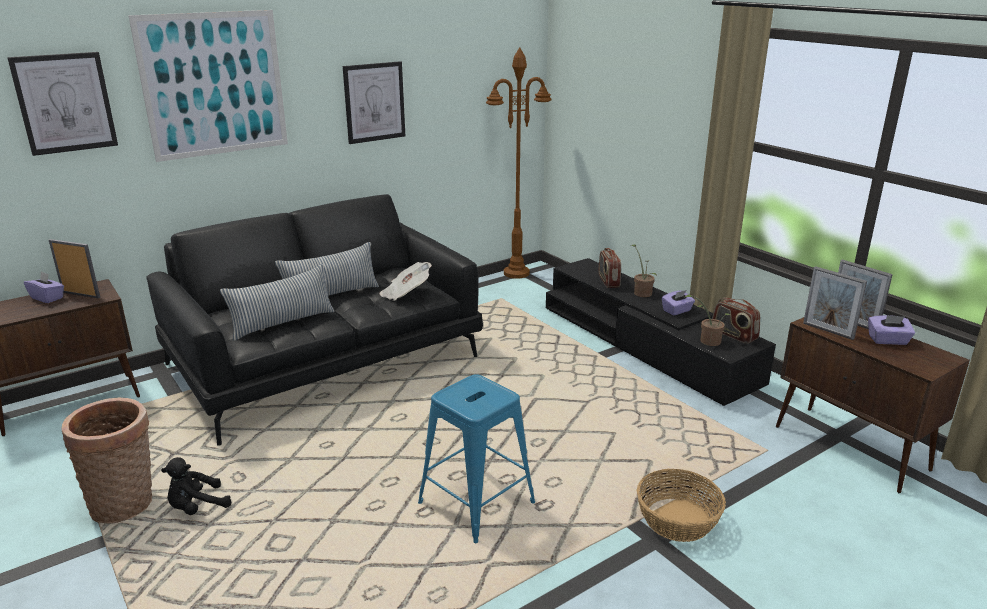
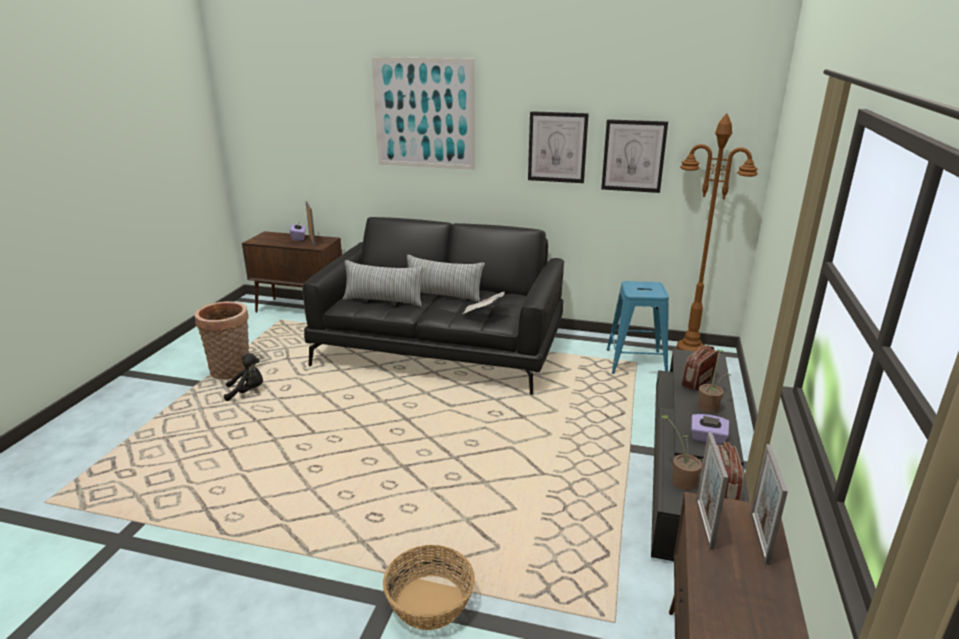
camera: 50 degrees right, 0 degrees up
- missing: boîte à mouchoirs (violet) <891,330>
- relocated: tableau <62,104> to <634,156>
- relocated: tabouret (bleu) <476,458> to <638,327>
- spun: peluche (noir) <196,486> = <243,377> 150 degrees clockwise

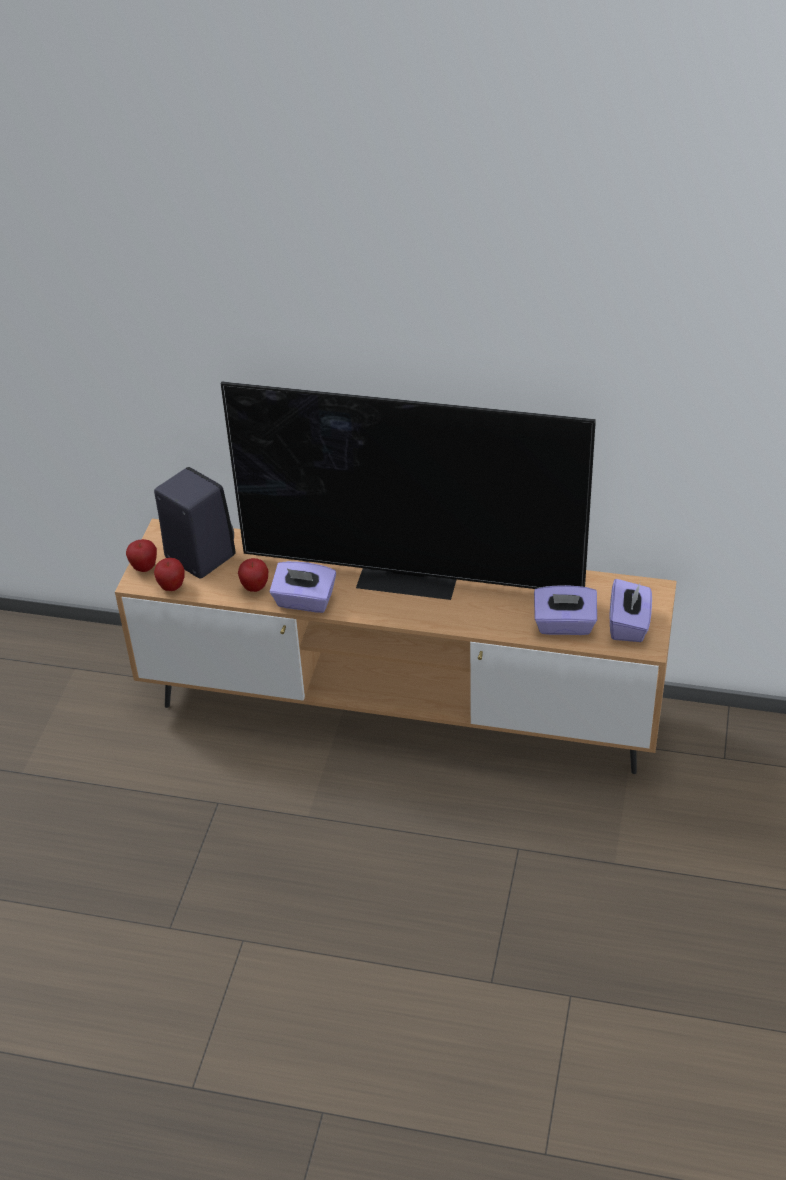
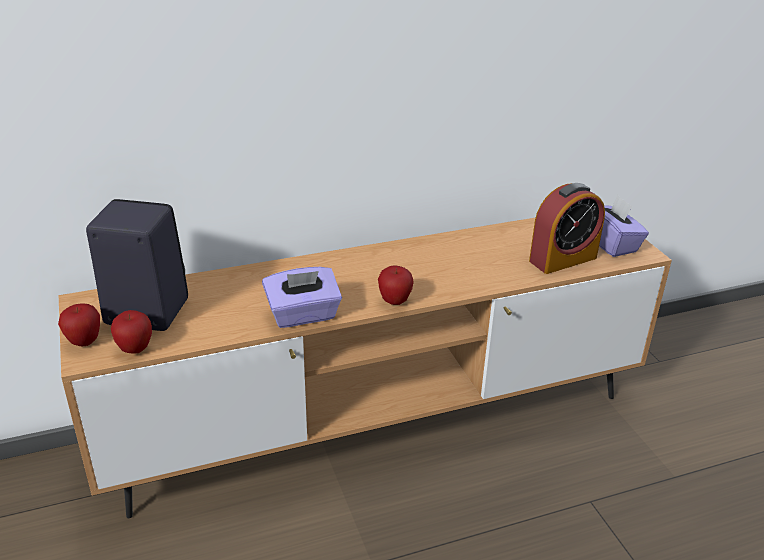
camera: 35 degrees left, 10 degrees down
- missing: téléviseur <408,490>
- relocated: pomme <253,575> to <396,285>
- exchanged: boîte à mouchoirs (violet) <565,610> to réveil <567,228>

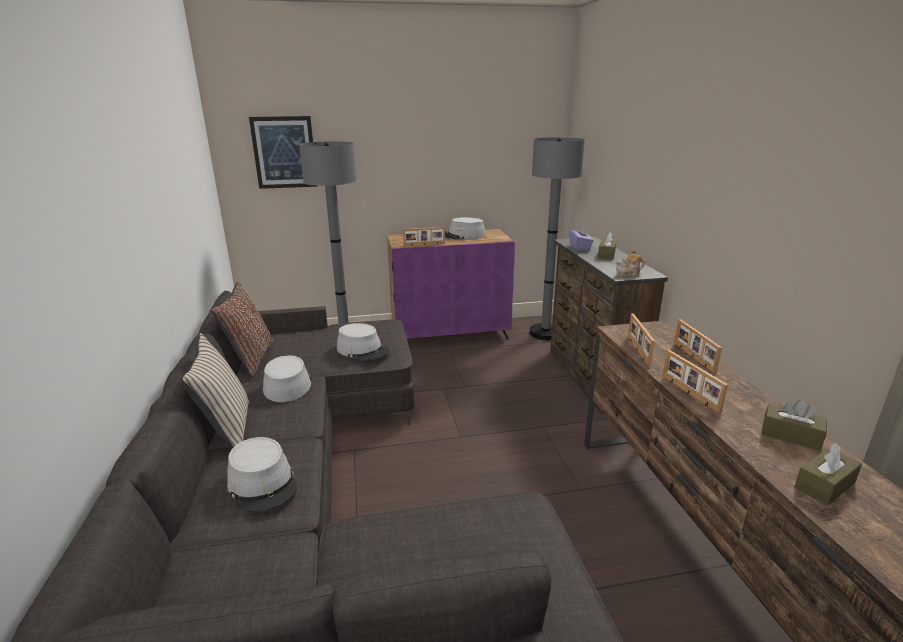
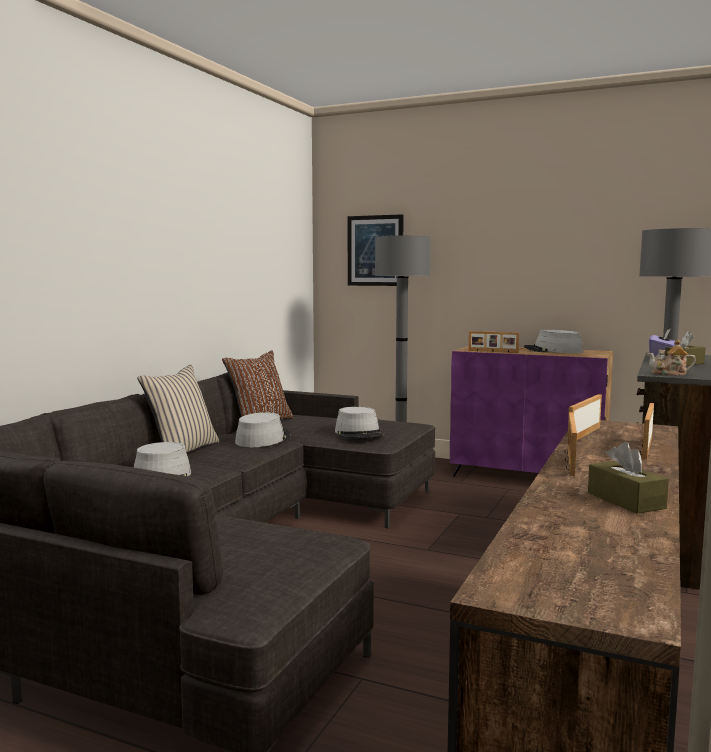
camera: 35 degrees right, 15 degrees down
- missing: boîte à mouchoirs (marron) <828,474>

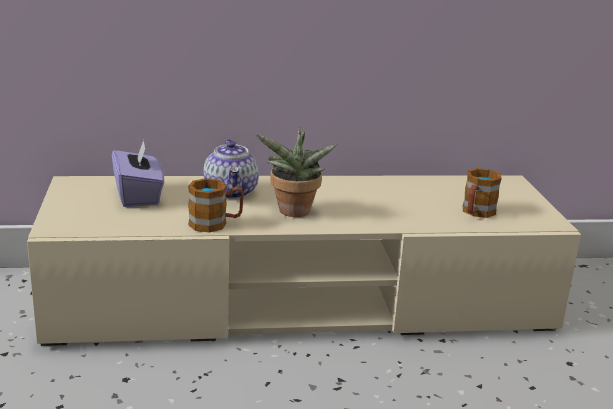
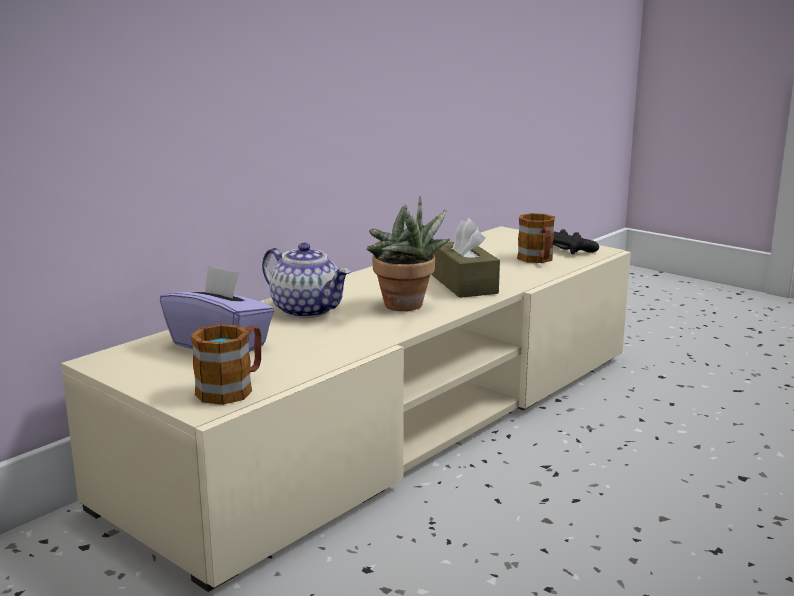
camera: 40 degrees left, 5 degrees down
- appeared: boîte à mouchoirs (marron) <466,258>
- appeared: manette (noir) <576,242>
- relocated: mug <216,205> to <226,364>

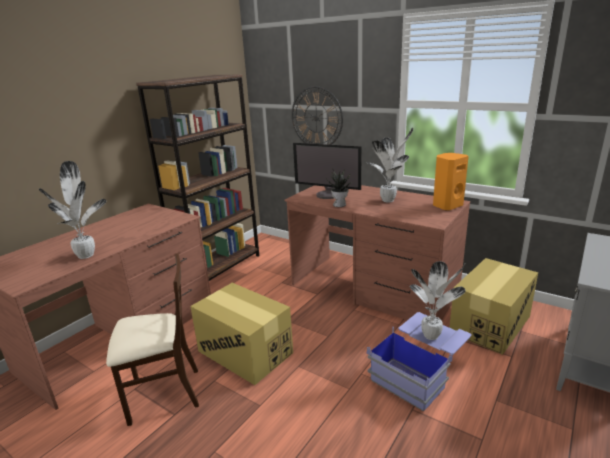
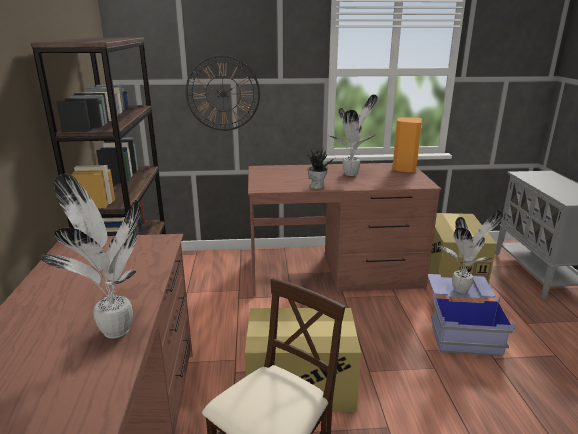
camera: 40 degrees left, 0 degrees up
- missing: écran d'ordinateur <327,171>

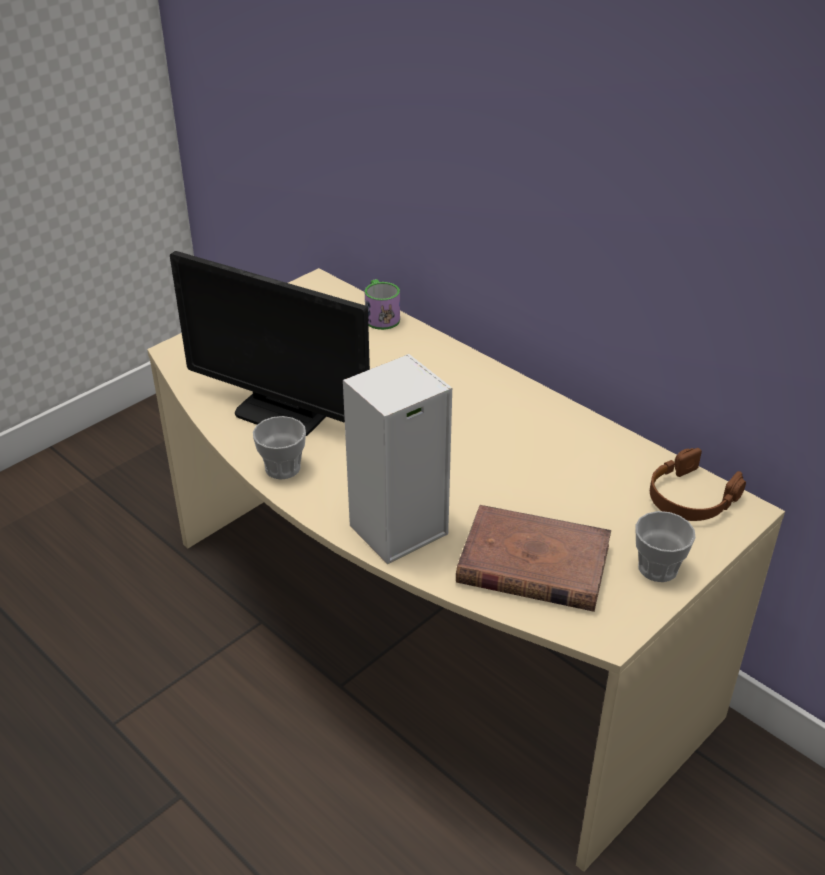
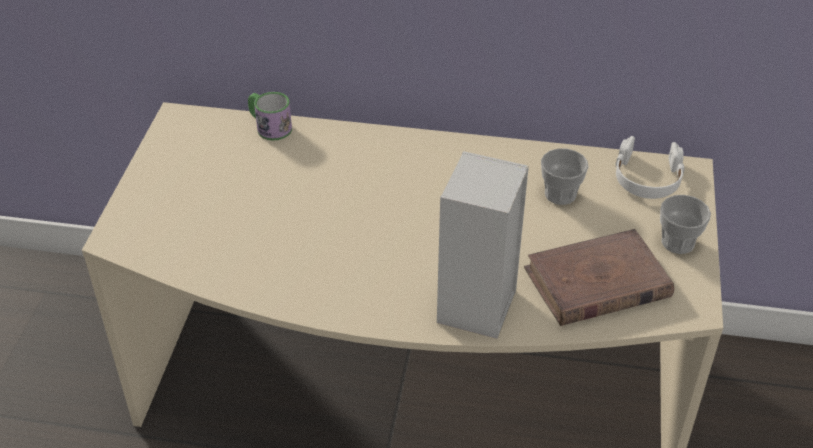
camera: 35 degrees left, 5 degrees up
- missing: écran d'ordinateur <270,343>
- relocated: tasse <279,448> to <565,177>
- colour: casque audio (marron) <698,484> to casque audio (blanc) <650,167>

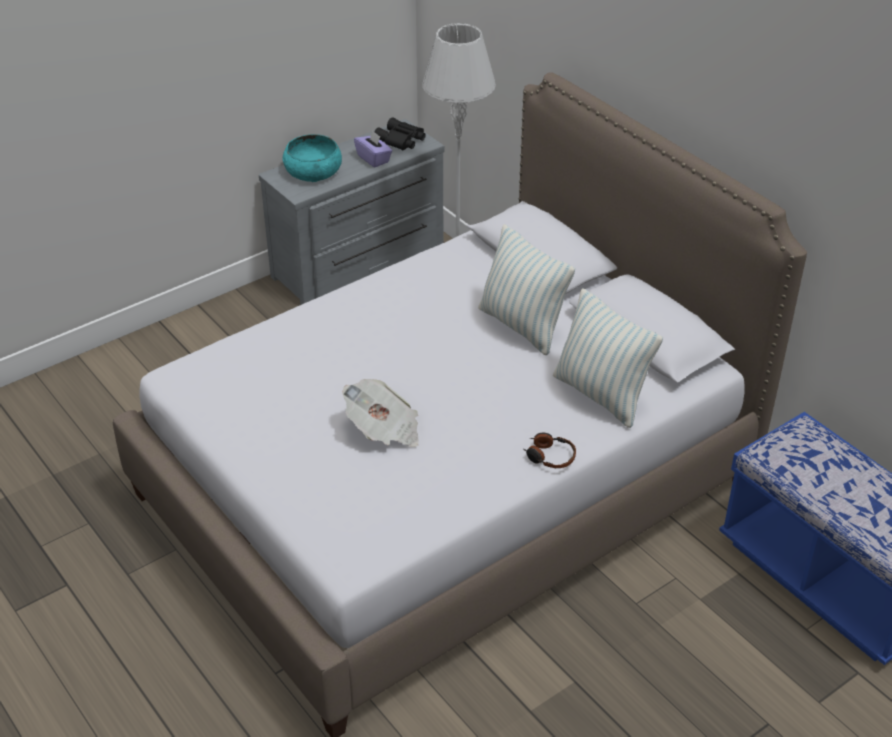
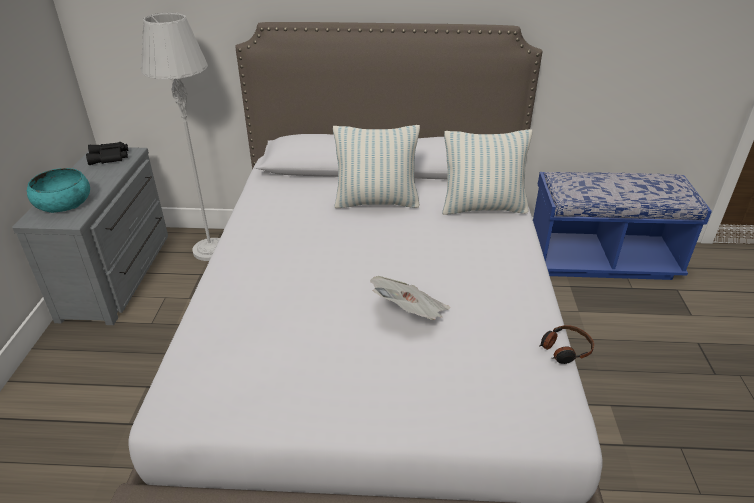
camera: 50 degrees left, 5 degrees down
- missing: boîte à mouchoirs (violet) <373,148>
- relocated: casque audio <550,450> to <566,344>

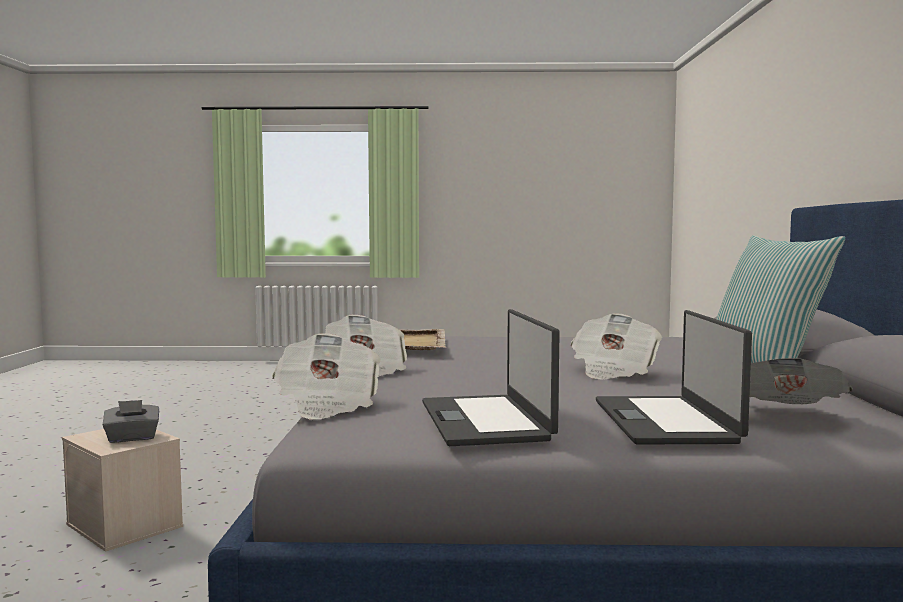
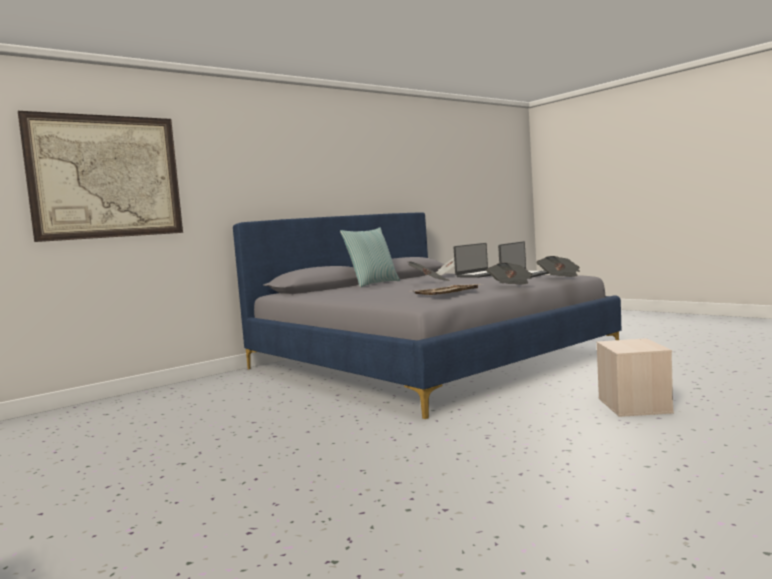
camera: 130 degrees left, 0 degrees up
- missing: boîte à mouchoirs (gris) <131,421>
- appeared: tableau <100,176>

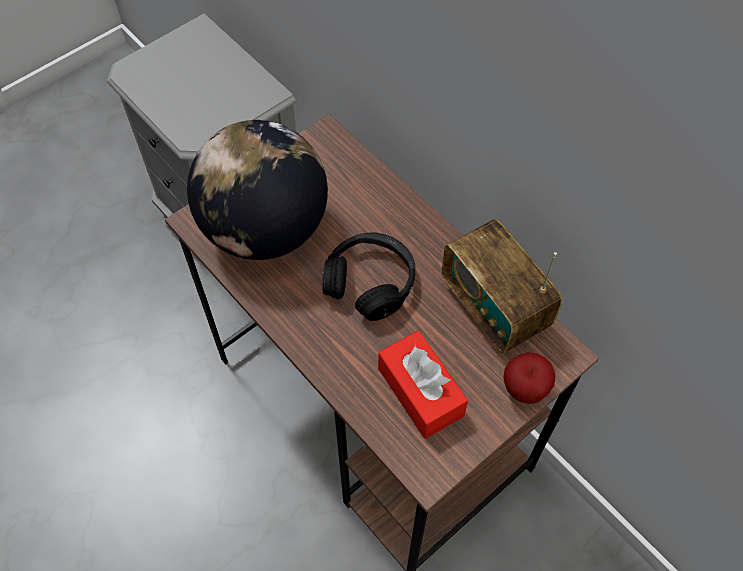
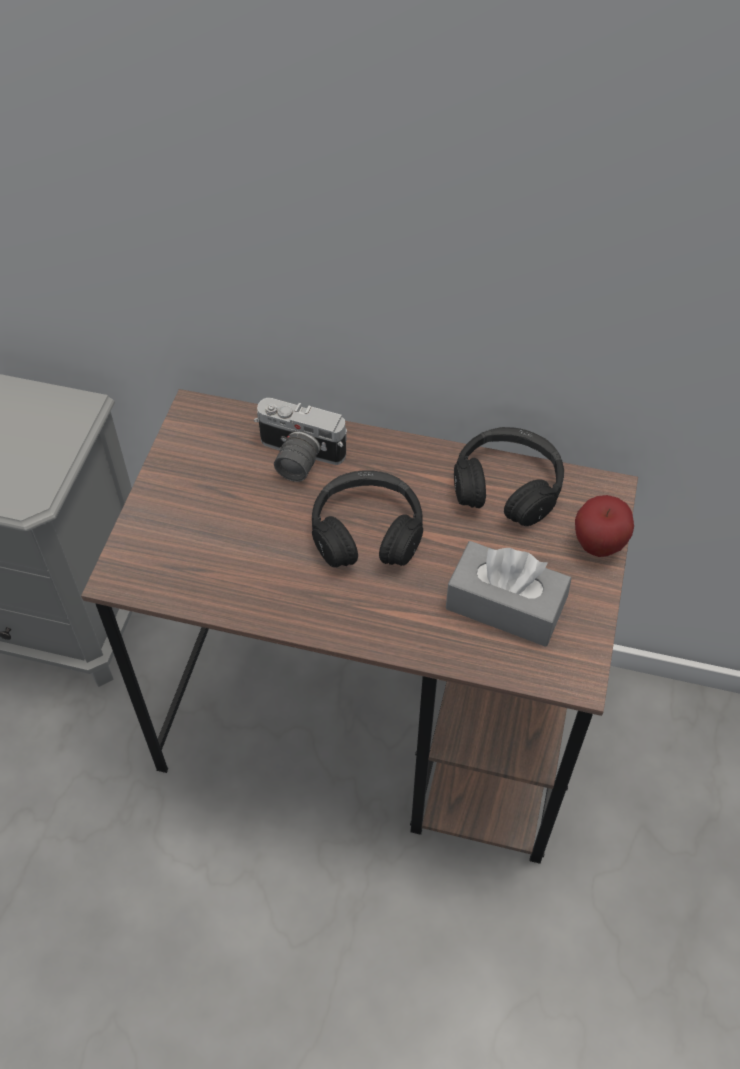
camera: 35 degrees left, 5 degrees down
- missing: globe <257,190>
- appeared: appareil photo <300,440>
- exchanged: radio <502,286> to casque audio (noir) <509,476>
- colour: boîte à mouchoirs (rouge) <423,385> to boîte à mouchoirs (gris) <509,594>

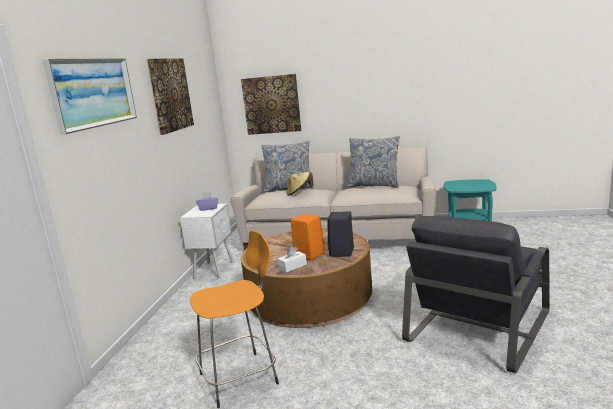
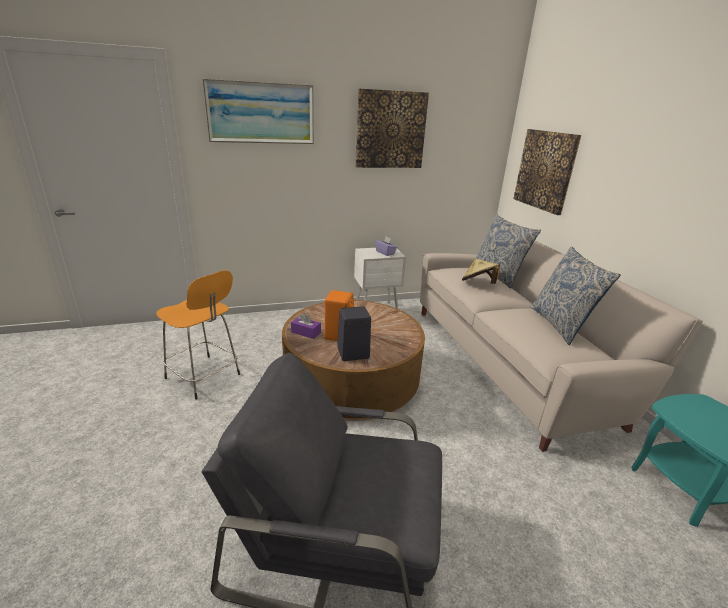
camera: 60 degrees right, 10 degrees up
- colour: boîte à mouchoirs (blanc) <292,259> to boîte à mouchoirs (violet) <306,326>

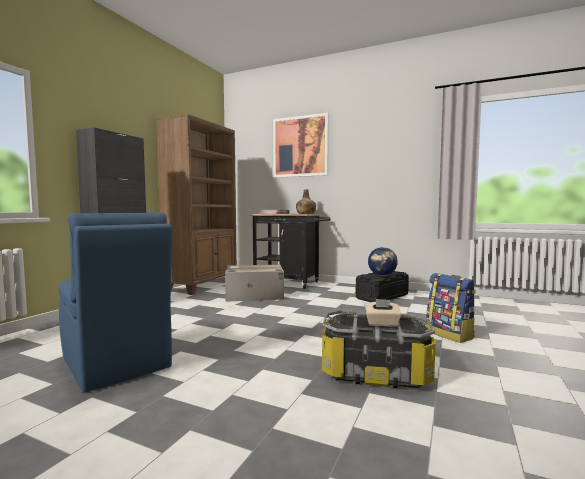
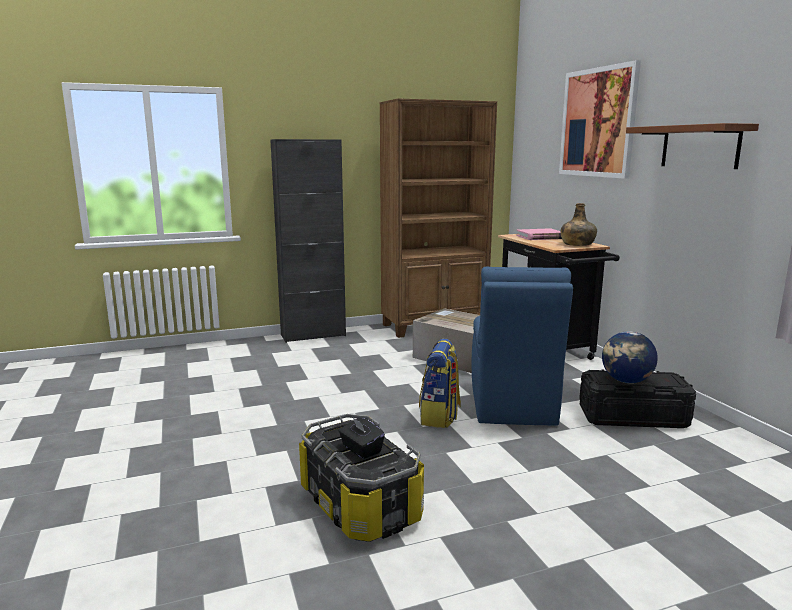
camera: 45 degrees right, 10 degrees up
- appeared: étagère (marron) <692,146>
- relocated: chaise (bleu) <115,302> to <522,346>
- relocated: sac à dos <451,308> to <440,383>
- colour: boîte à mouchoirs (beige) <383,313> to boîte à mouchoirs (noir) <362,437>

